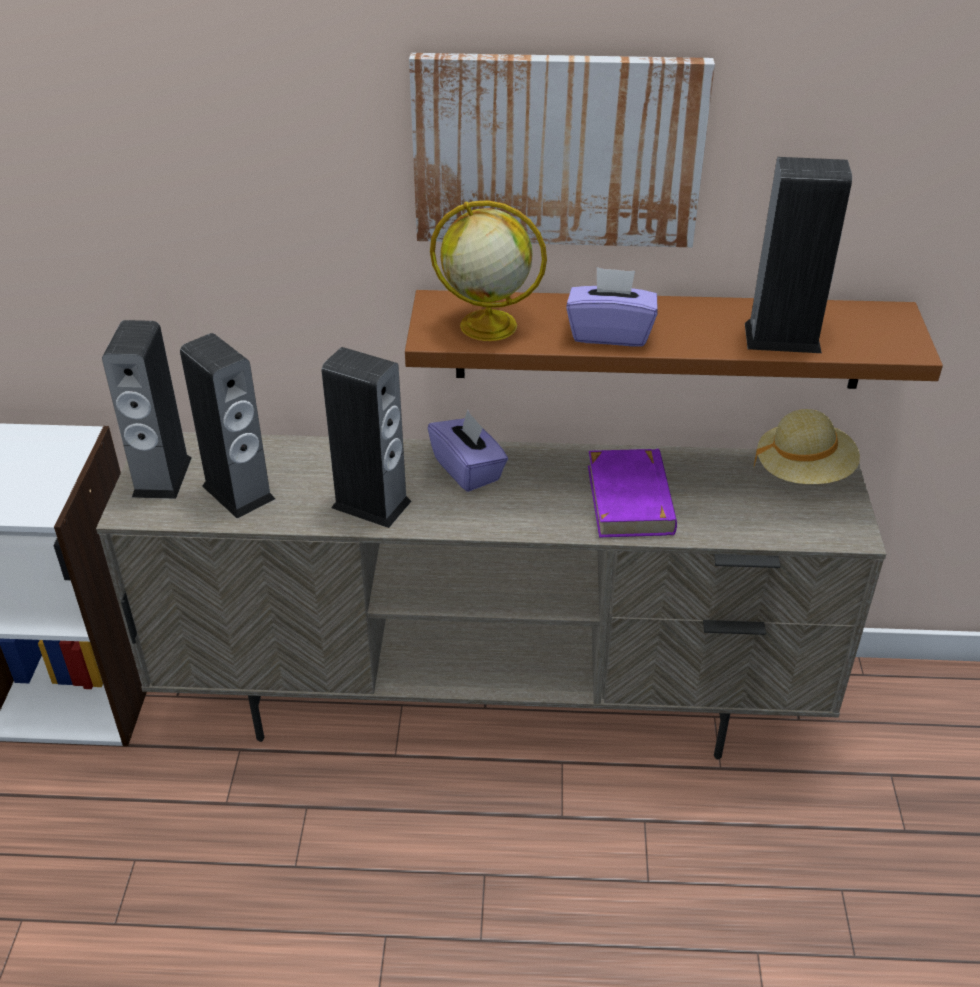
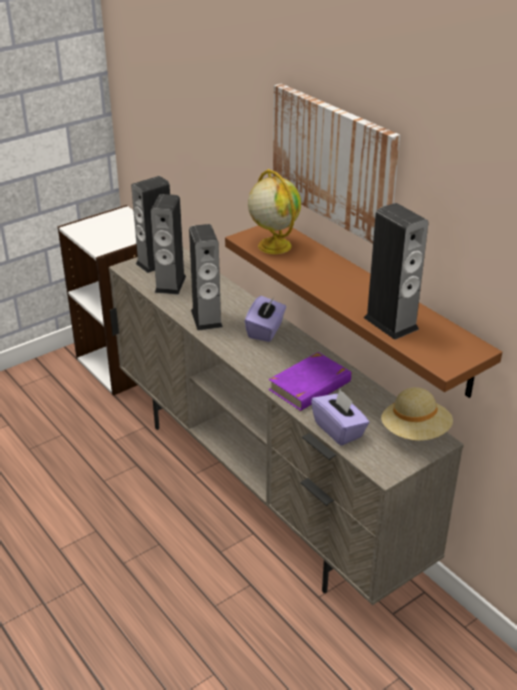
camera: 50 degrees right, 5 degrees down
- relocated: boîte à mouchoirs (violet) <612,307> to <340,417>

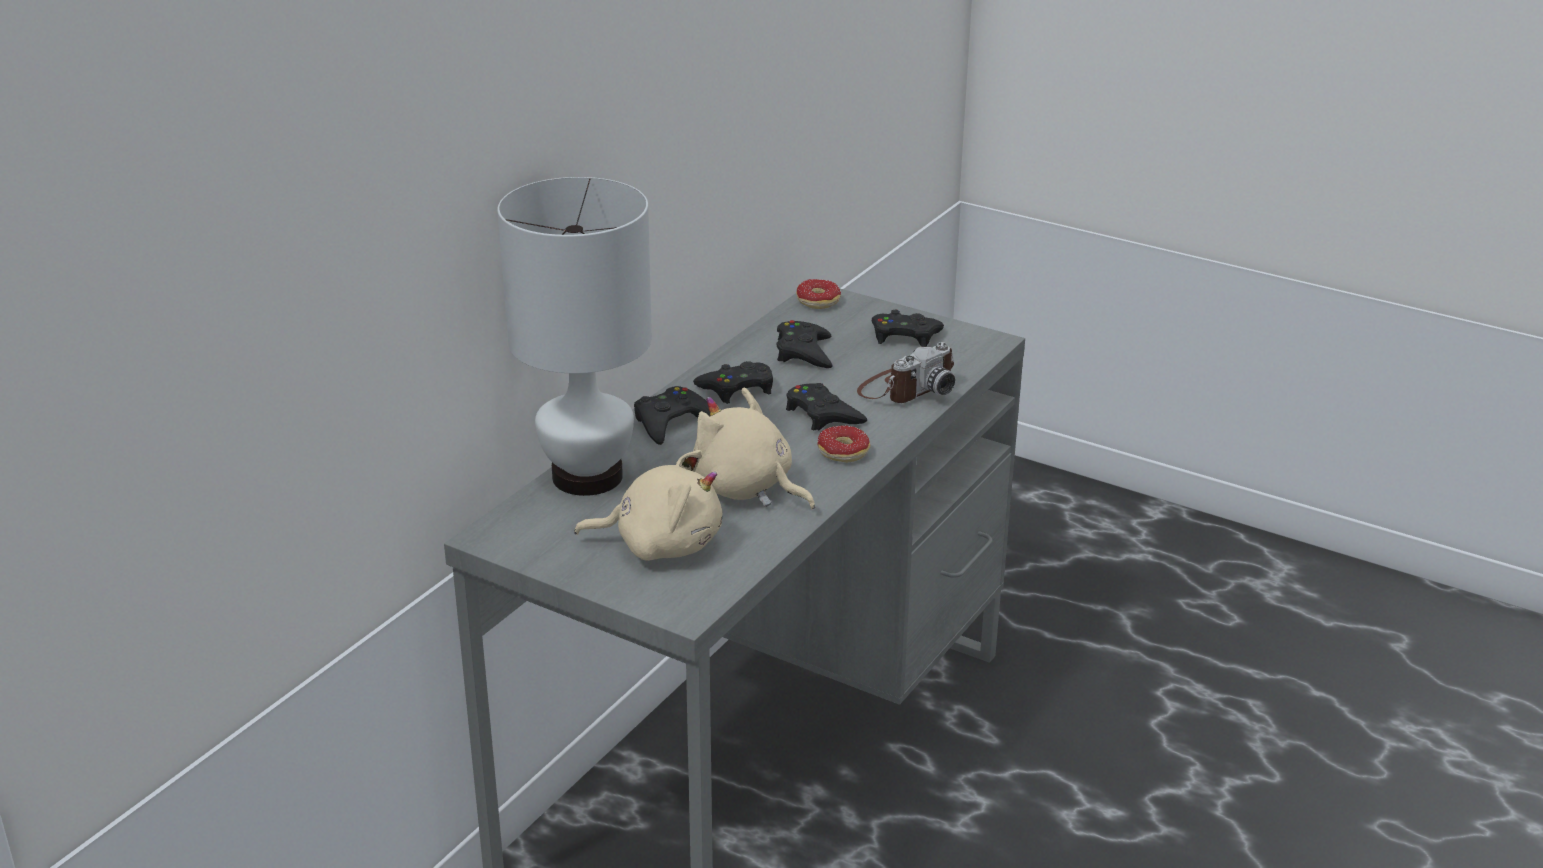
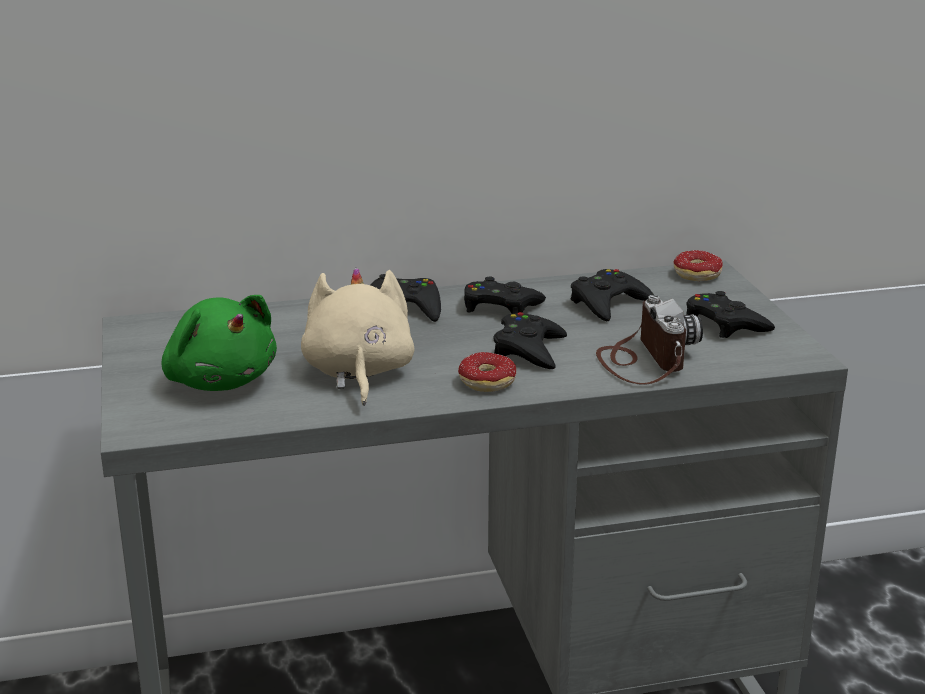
camera: 45 degrees right, 5 degrees down
- missing: lampe de table (blanc) <574,336>
- colour: peluche (beige) <648,505> to peluche (vert) <219,343>
- spun: appareil photo <906,372> = <649,340> 105 degrees counterclockwise

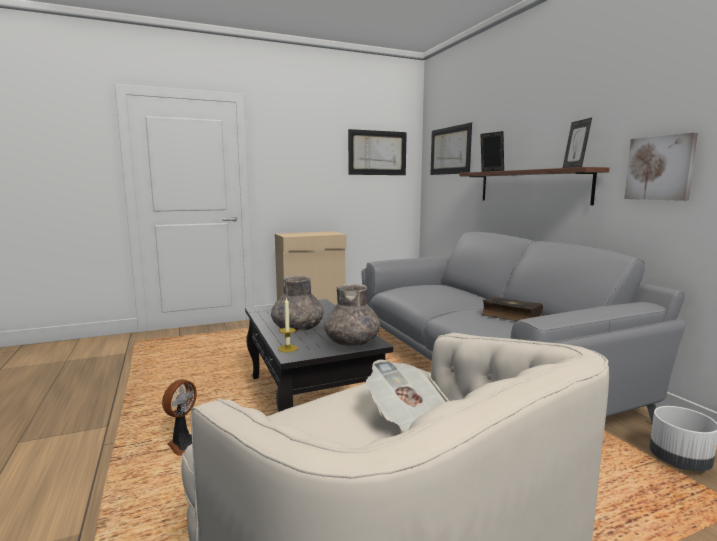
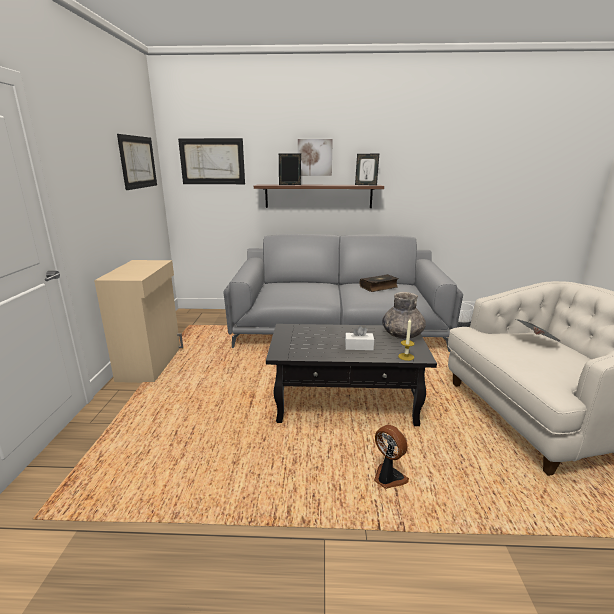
camera: 65 degrees left, 10 degrees up
- relocated: tableau <661,167> to <315,157>
- exchanged: vase (gris) <297,303> to boîte à mouchoirs (blanc) <359,338>

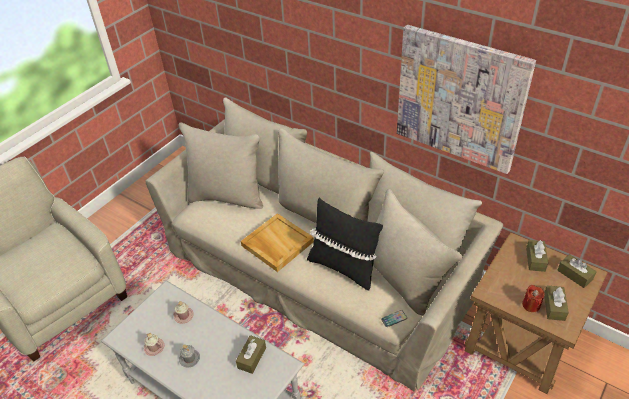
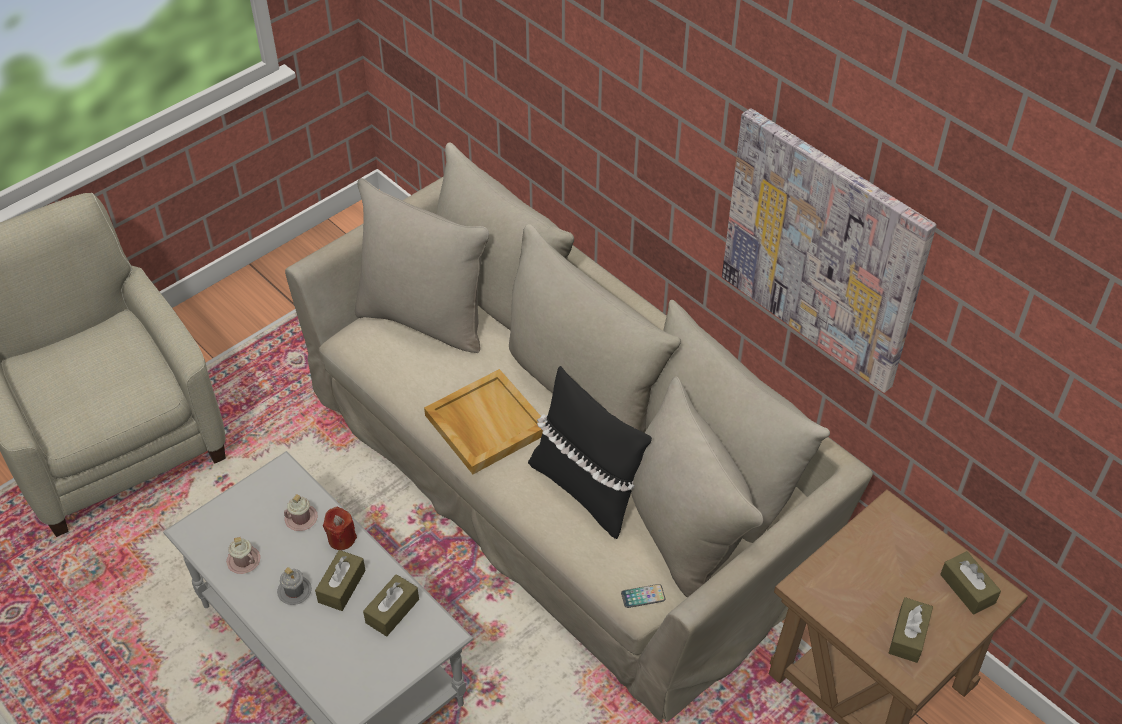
camera: 10 degrees right, 5 degrees up
- relocated: bougie (rouge) <533,298> to <340,528>
- relocated: boîte à mouchoirs (marron) <537,256> to <340,580>

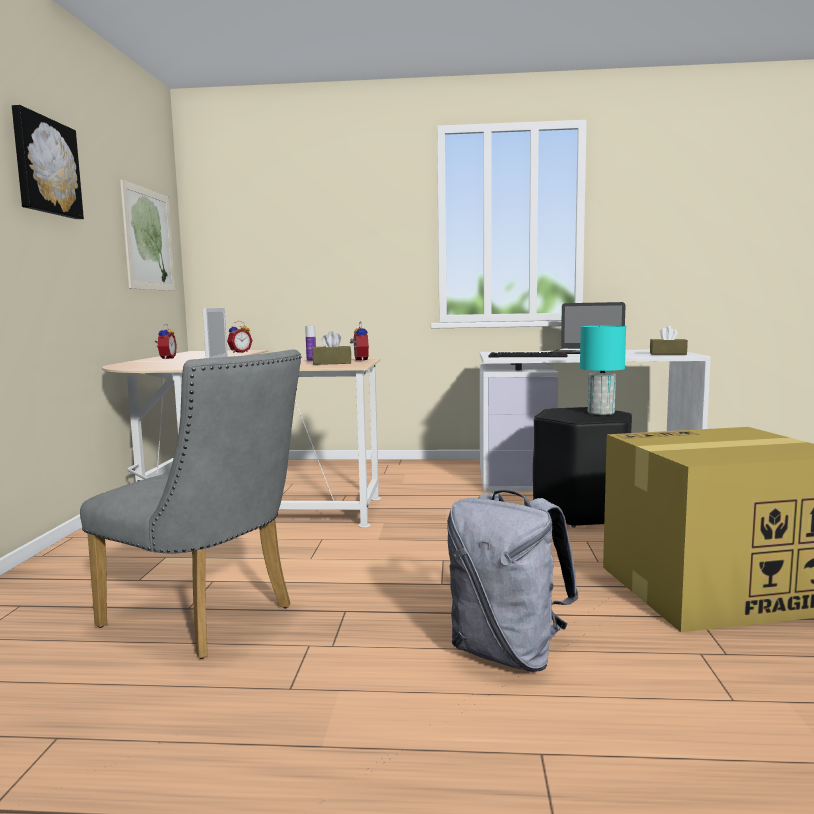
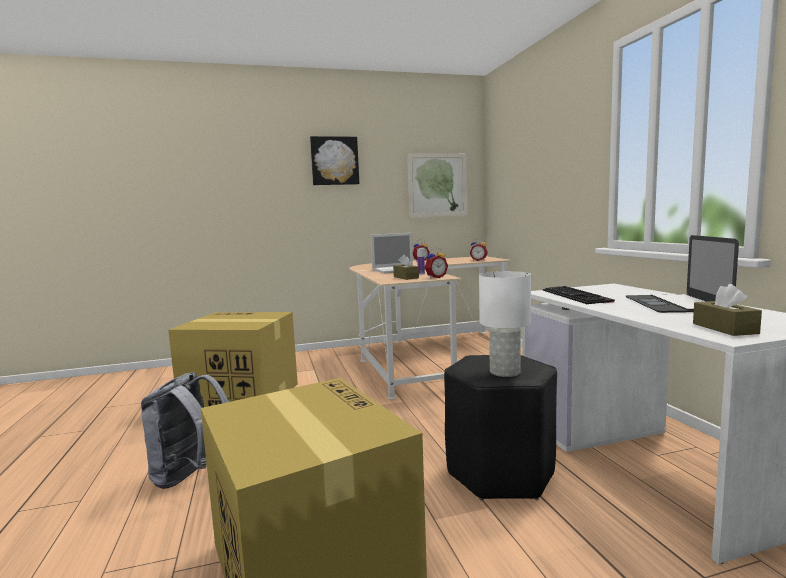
camera: 70 degrees right, 0 degrees up
- exchanged: chaise (gris) <190,504> to carton <233,359>
- colour: lampe de table (turquoise) <603,370> to lampe de table (blanc) <505,324>

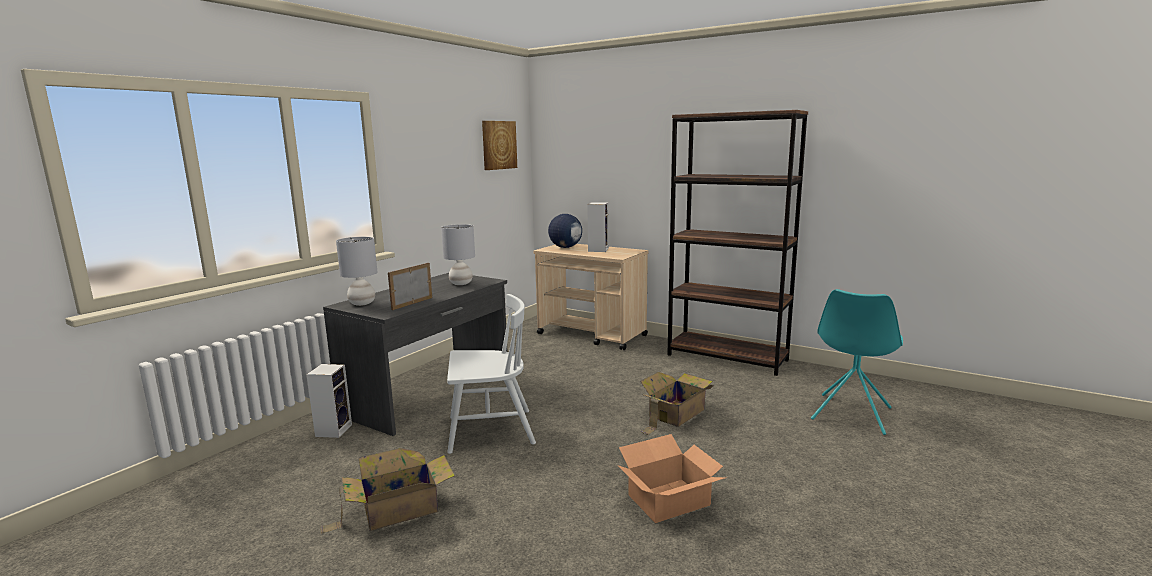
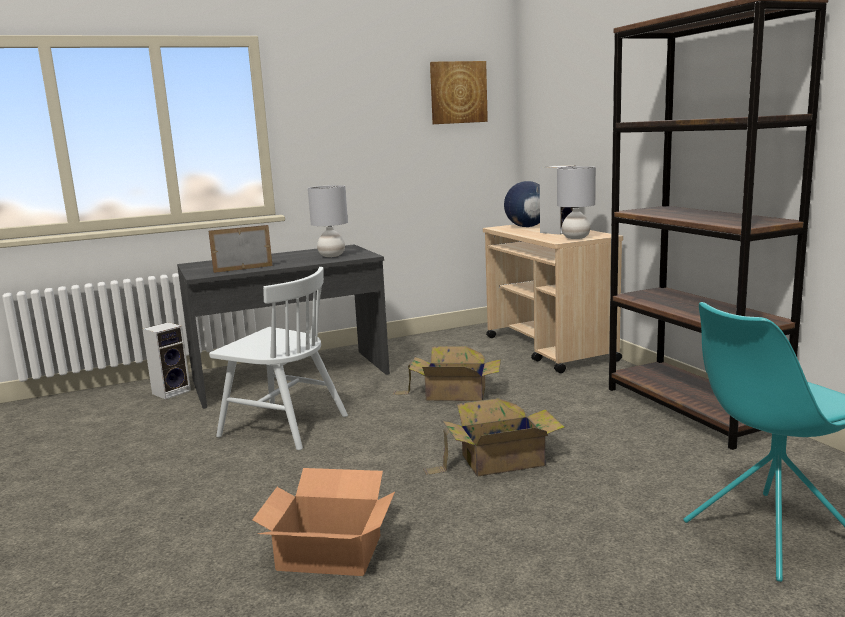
camera: 35 degrees right, 0 degrees up
- relocated: carton <387,491> to <447,373>
- relocated: lampe de table (gris) <356,271> to <576,202>

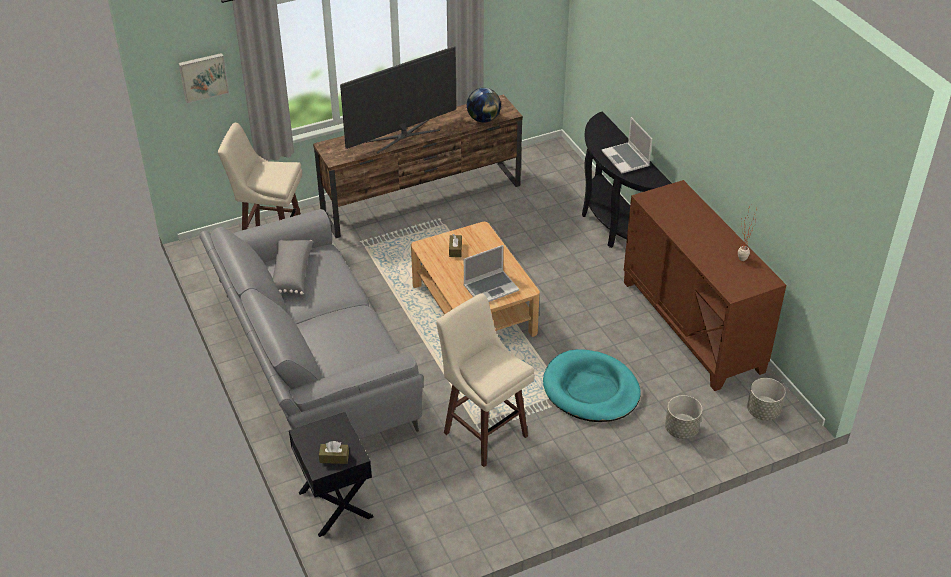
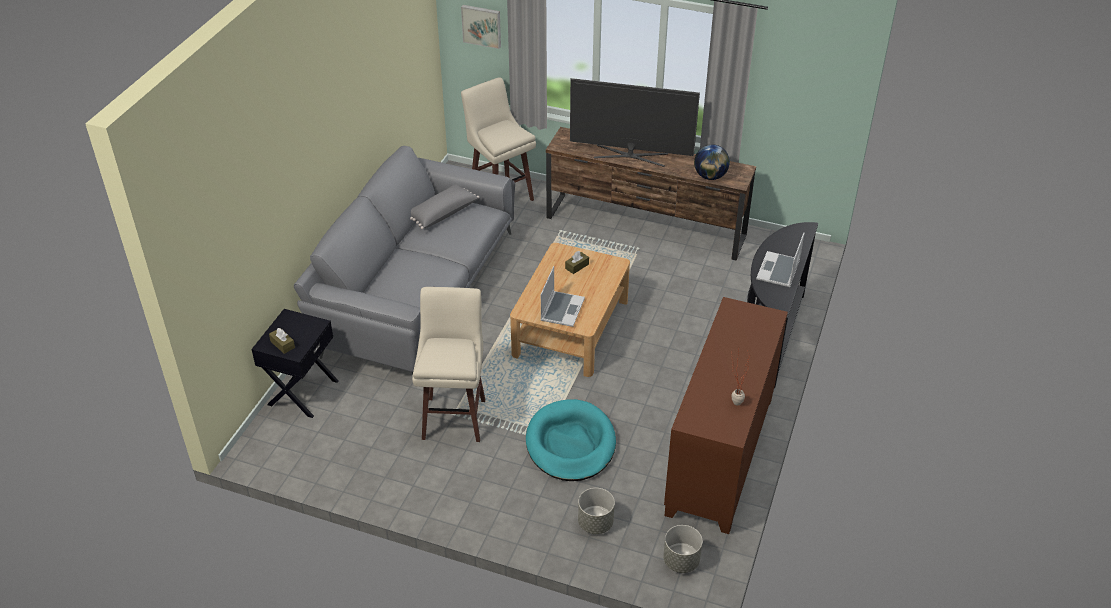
camera: 45 degrees right, 0 degrees up
- spun: ordinateur portable <491,273> = <563,296> 90 degrees counterclockwise

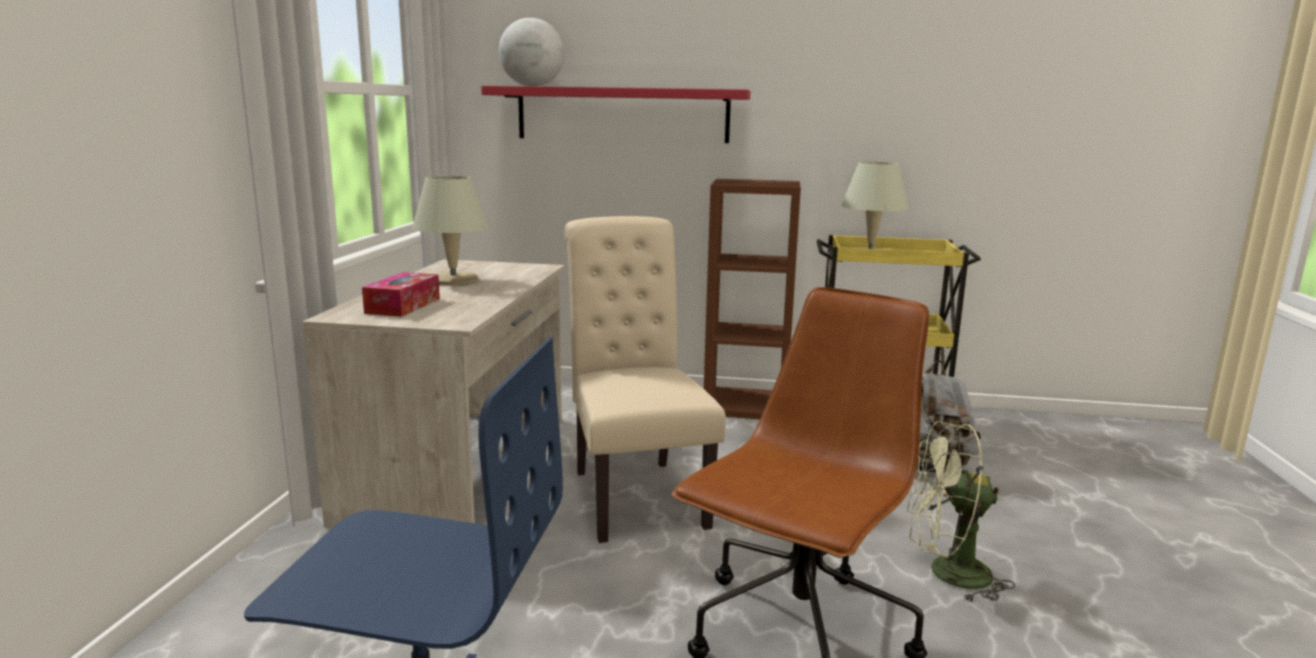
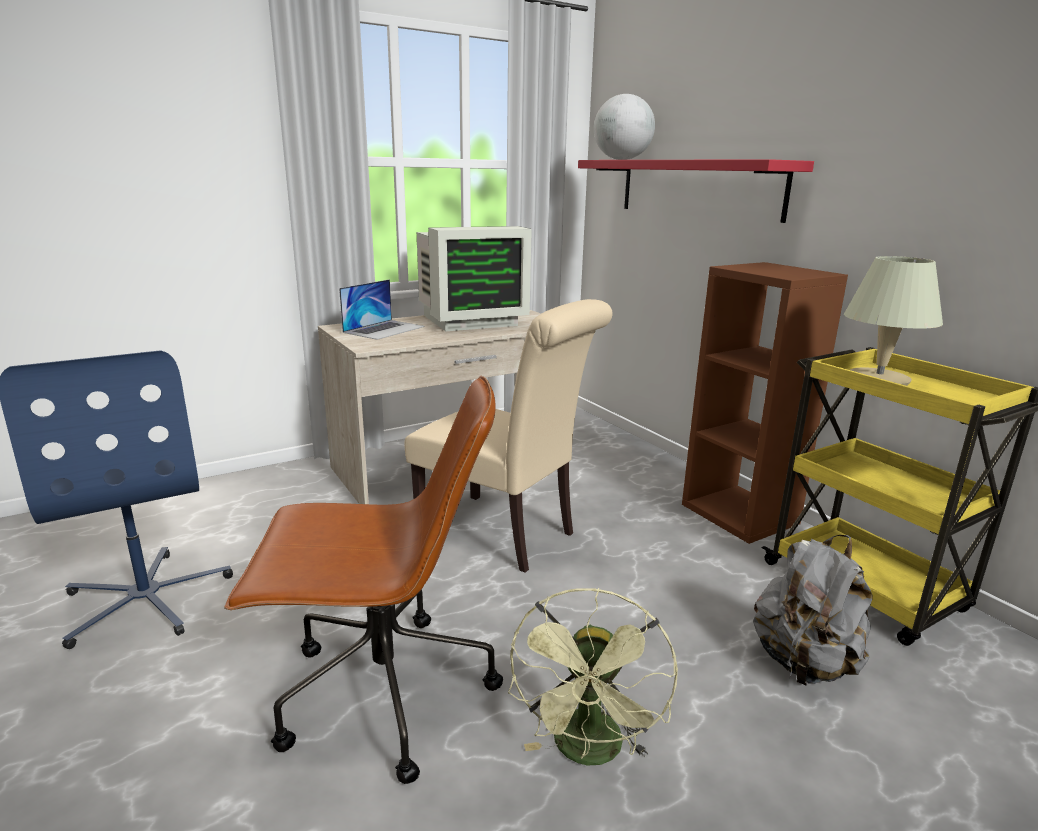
camera: 50 degrees right, 5 degrees up
- exchanged: boîte à mouchoirs <401,294> to ordinateur portable <382,309>
- exchanged: lampe de table (beige) <450,230> to écran d'ordinateur <474,278>
- spun: chaise (beige) <645,379> = <509,436> 90 degrees clockwise
- spun: ventilateur (vert) <960,511> = <593,677> 135 degrees counterclockwise

